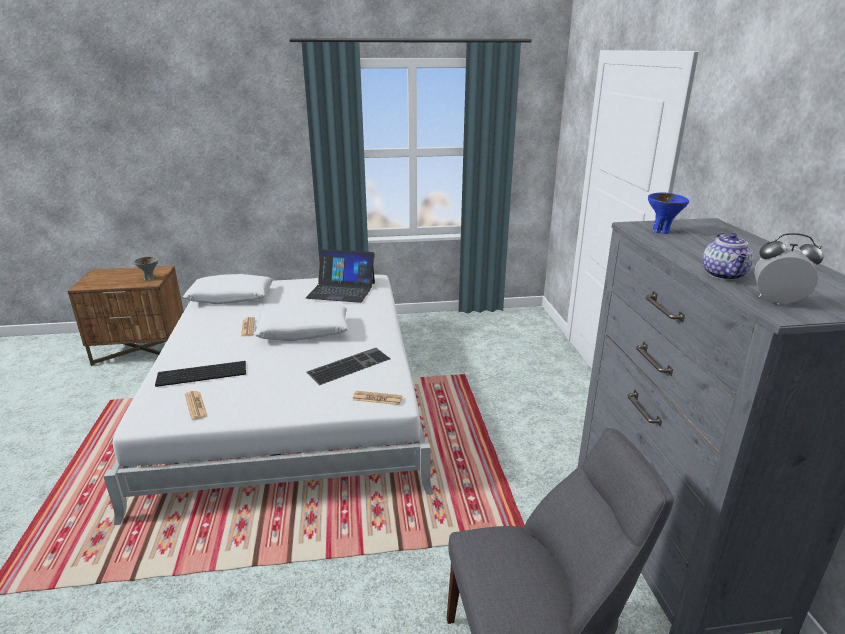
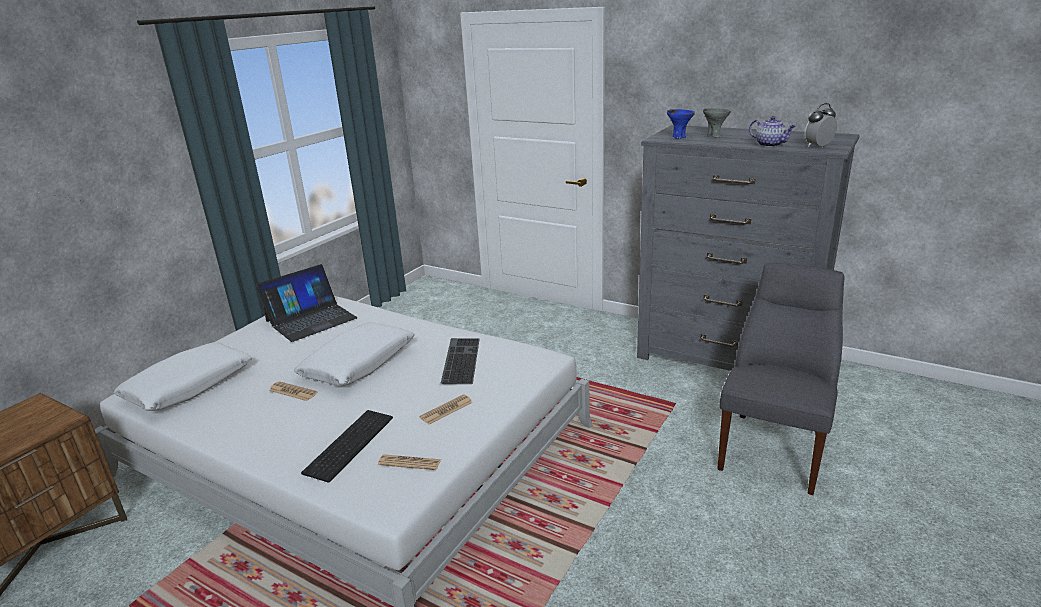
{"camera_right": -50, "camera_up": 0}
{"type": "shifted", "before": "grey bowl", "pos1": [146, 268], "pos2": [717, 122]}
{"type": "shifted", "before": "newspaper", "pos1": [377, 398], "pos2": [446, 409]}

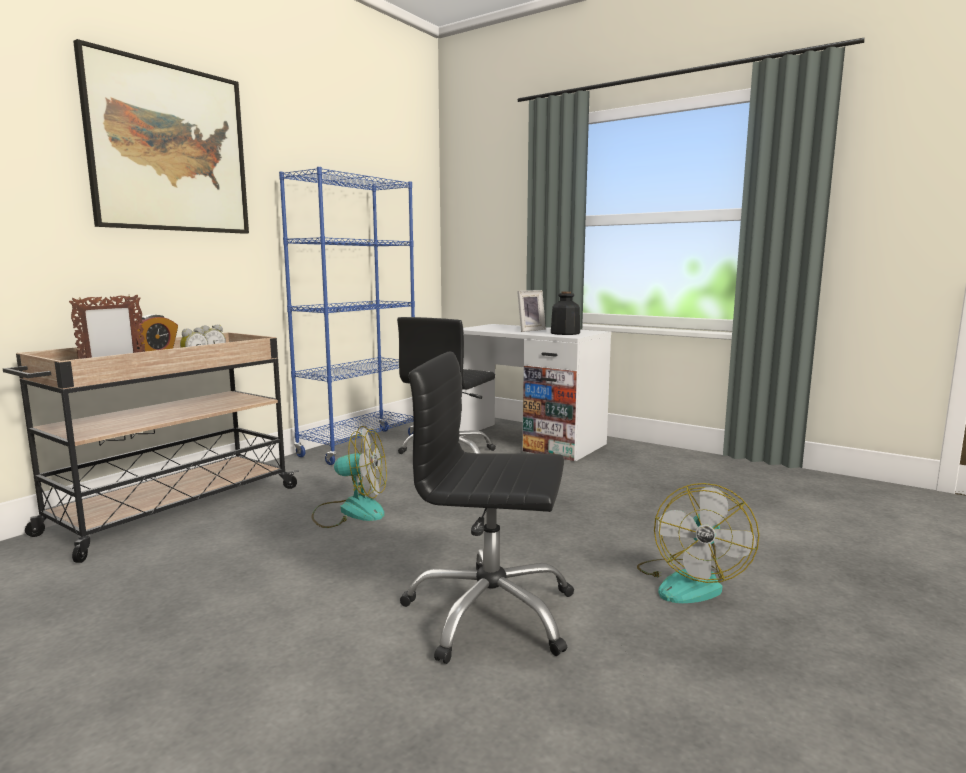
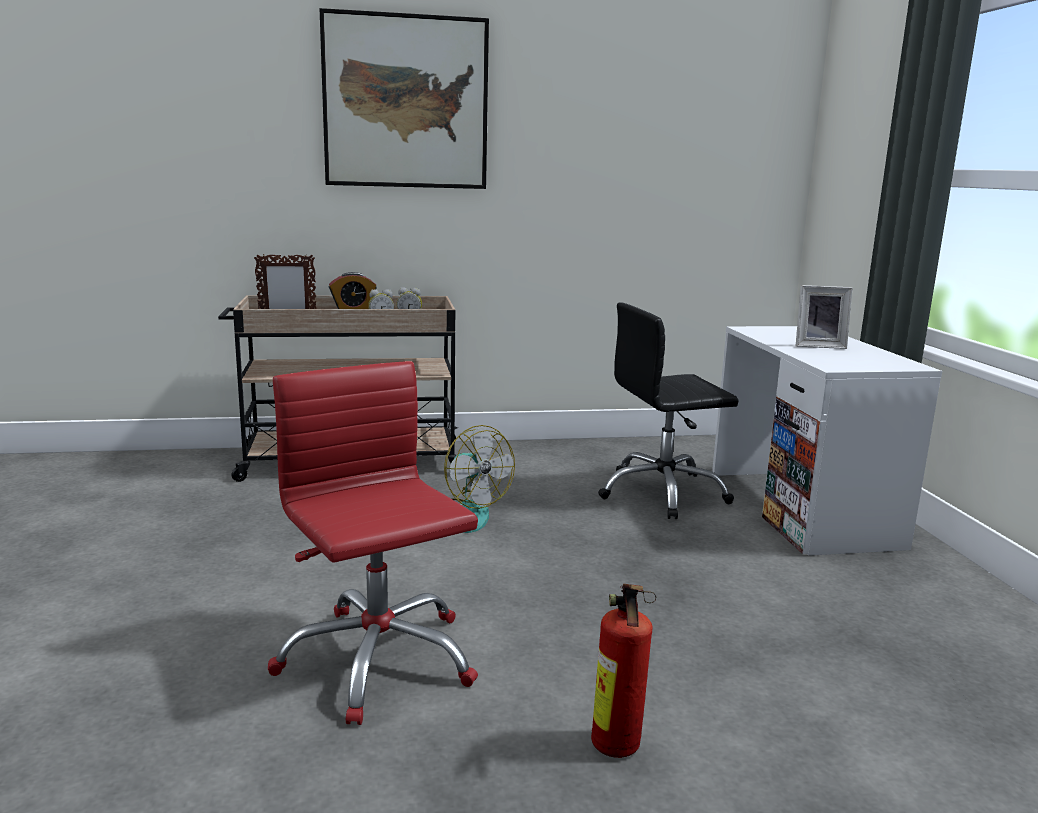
{"camera_right": 45, "camera_up": 5}
{"type": "gone", "before": "blue bookcase", "pos1": [347, 316]}
{"type": "gone", "before": "bottle", "pos1": [565, 313]}
{"type": "repainted", "before": "black office chair", "after": "red office chair", "pos1": [487, 508], "pos2": [373, 543]}
{"type": "swapped", "before": "fan", "after": "fire extinguisher", "pos1": [698, 543], "pos2": [623, 671]}

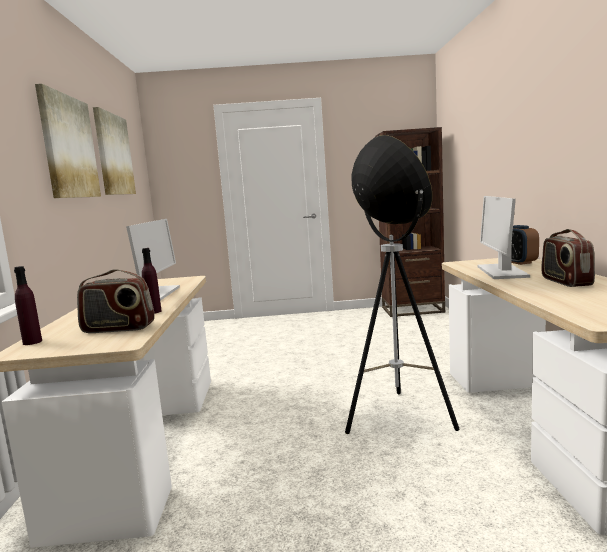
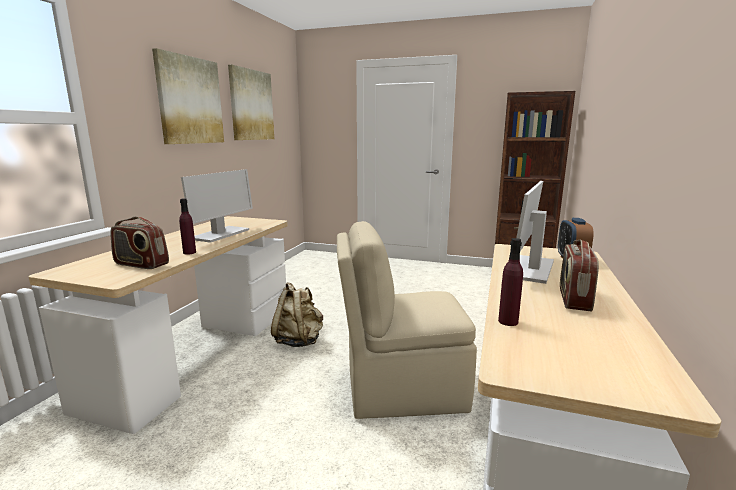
{"camera_right": 20, "camera_up": 5}
{"type": "swapped", "before": "floor lamp", "after": "beige chair", "pos1": [402, 284], "pos2": [407, 320]}
{"type": "shifted", "before": "purple bottle", "pos1": [28, 305], "pos2": [510, 282]}
{"type": "new", "after": "beige backpack", "pos2": [297, 314]}

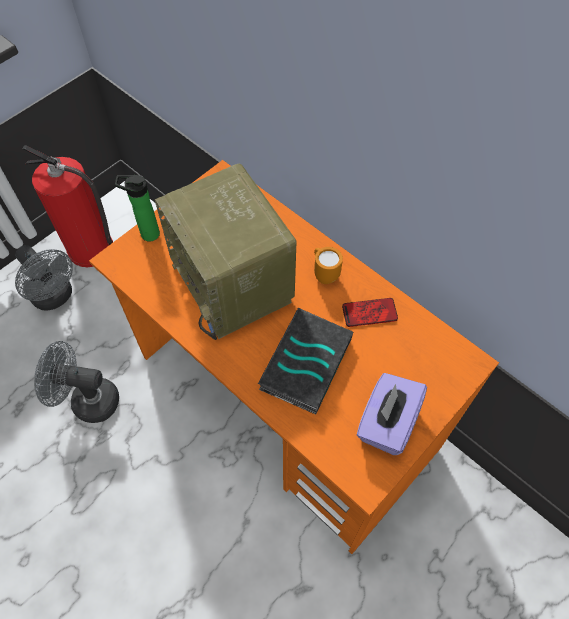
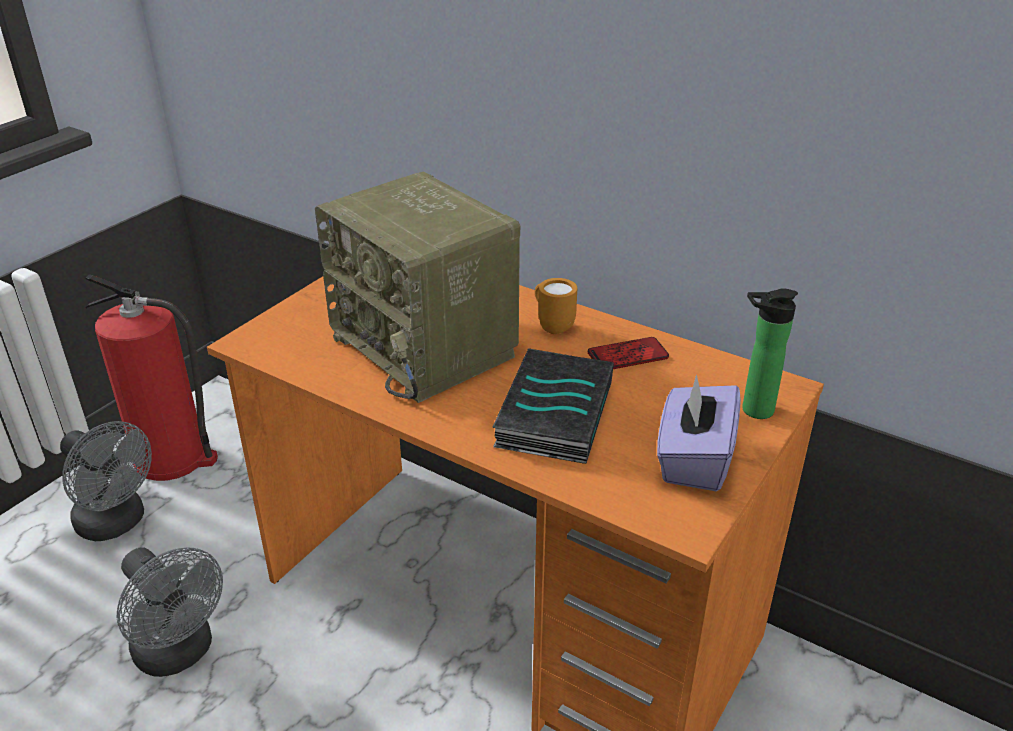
{"camera_right": -10, "camera_up": -25}
{"type": "shifted", "before": "bottle", "pos1": [137, 208], "pos2": [770, 353]}
{"type": "rotated", "before": "grey fan", "pos1": [76, 382], "pos2": [170, 612], "turn": -135}

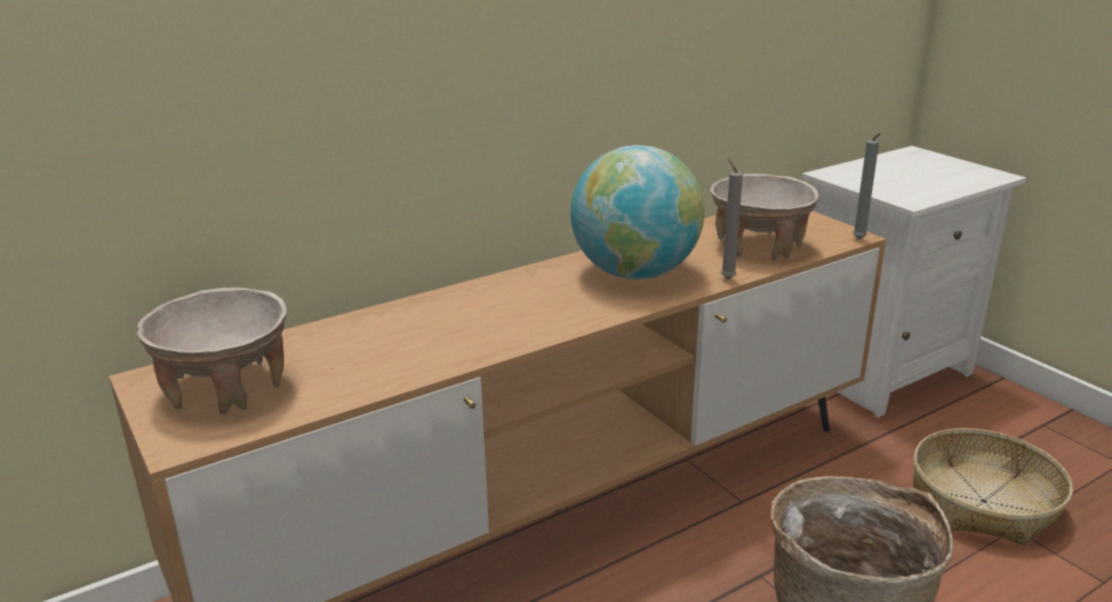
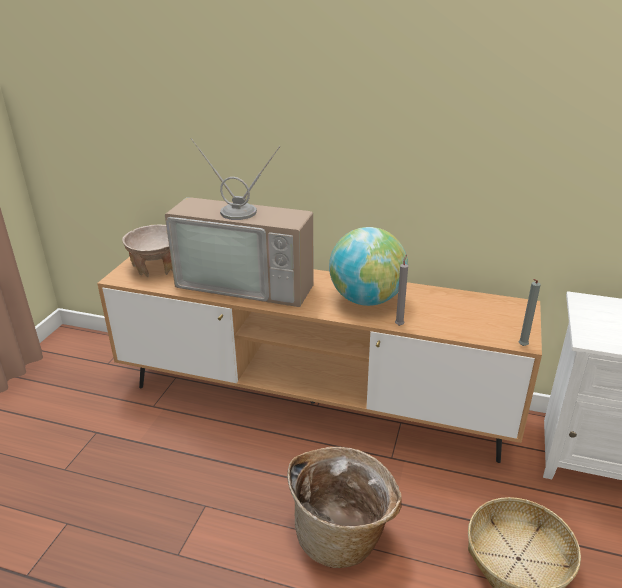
{"camera_right": 50, "camera_up": 5}
{"type": "gone", "before": "beige bowl", "pos1": [764, 217]}
{"type": "new", "after": "television", "pos2": [239, 222]}

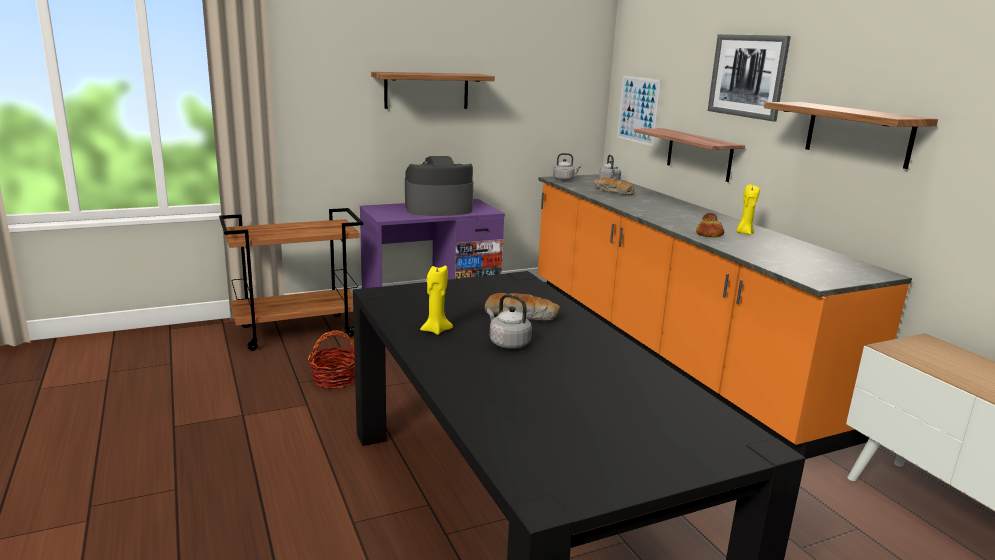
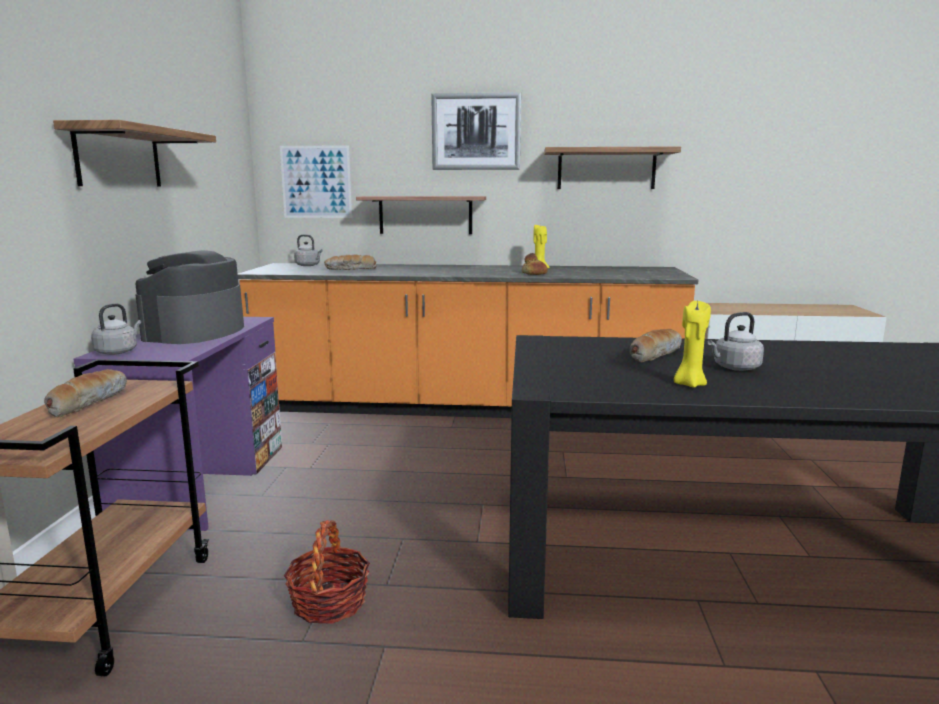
{"camera_right": -60, "camera_up": -5}
{"type": "shifted", "before": "grey kettle", "pos1": [567, 167], "pos2": [116, 329]}
{"type": "new", "after": "bread", "pos2": [85, 393]}

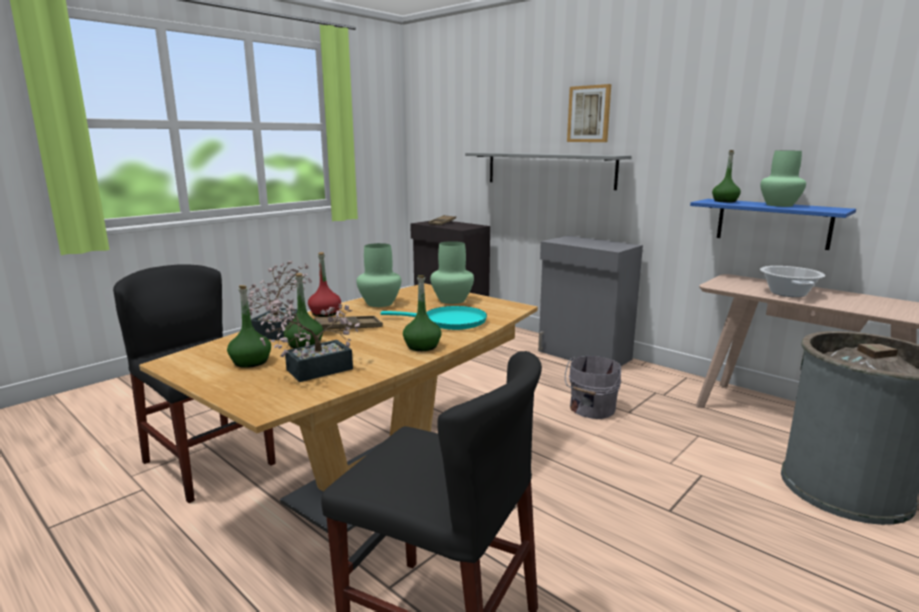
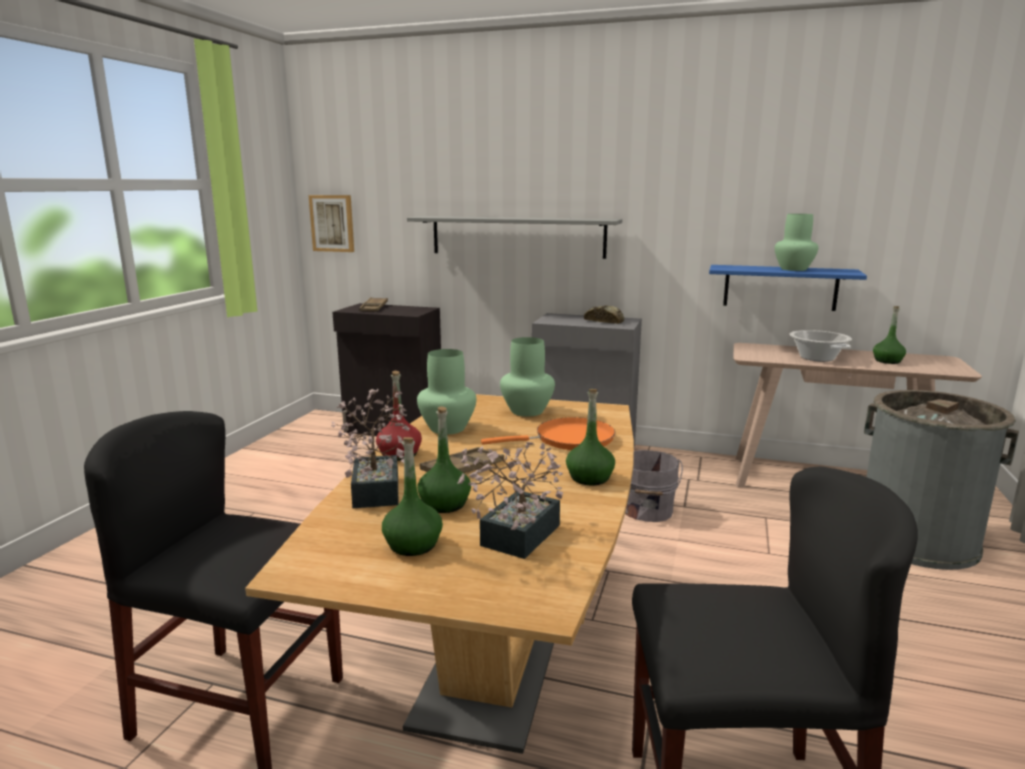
{"camera_right": -25, "camera_up": 0}
{"type": "shifted", "before": "picture", "pos1": [589, 113], "pos2": [331, 223]}
{"type": "shifted", "before": "green bottle", "pos1": [726, 176], "pos2": [889, 335]}
{"type": "repainted", "before": "turquoise frying pan", "after": "orange frying pan", "pos1": [433, 318], "pos2": [548, 433]}
{"type": "new", "after": "bread", "pos2": [604, 315]}

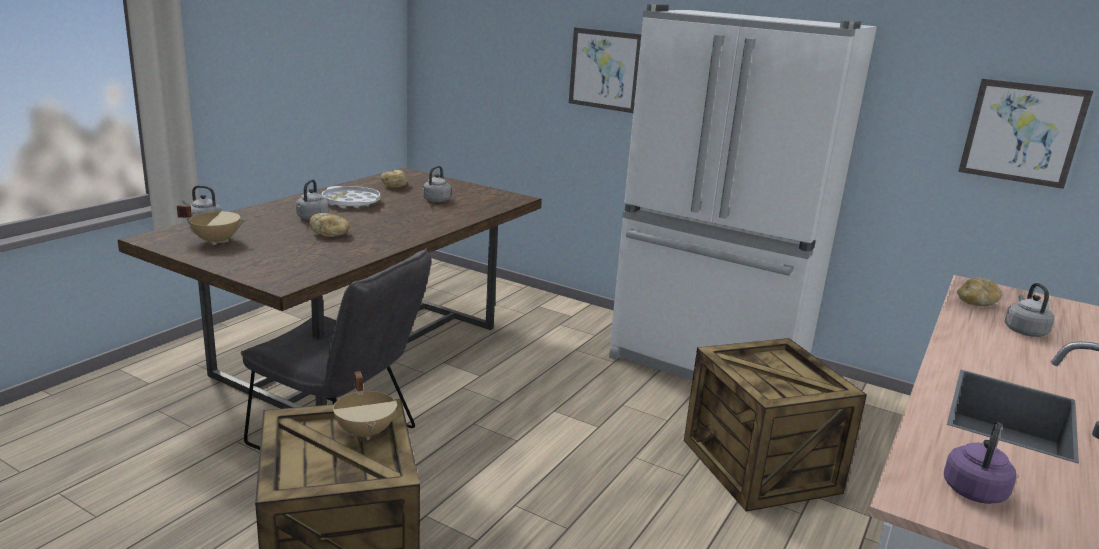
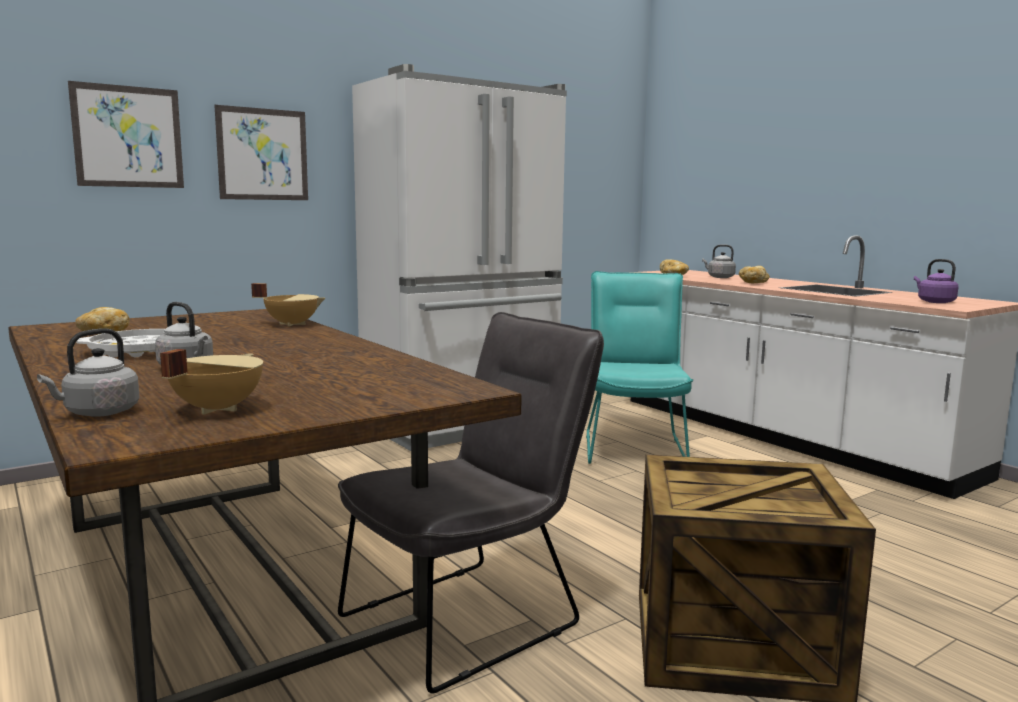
{"camera_right": -65, "camera_up": -10}
{"type": "shifted", "before": "picture", "pos1": [1025, 134], "pos2": [126, 134]}
{"type": "gone", "before": "grey kettle", "pos1": [436, 184]}
{"type": "shifted", "before": "bread", "pos1": [329, 225], "pos2": [754, 274]}
{"type": "swapped", "before": "crate", "after": "turquoise chair", "pos1": [775, 425], "pos2": [639, 367]}
{"type": "shifted", "before": "beige cooking pot", "pos1": [365, 405], "pos2": [288, 305]}

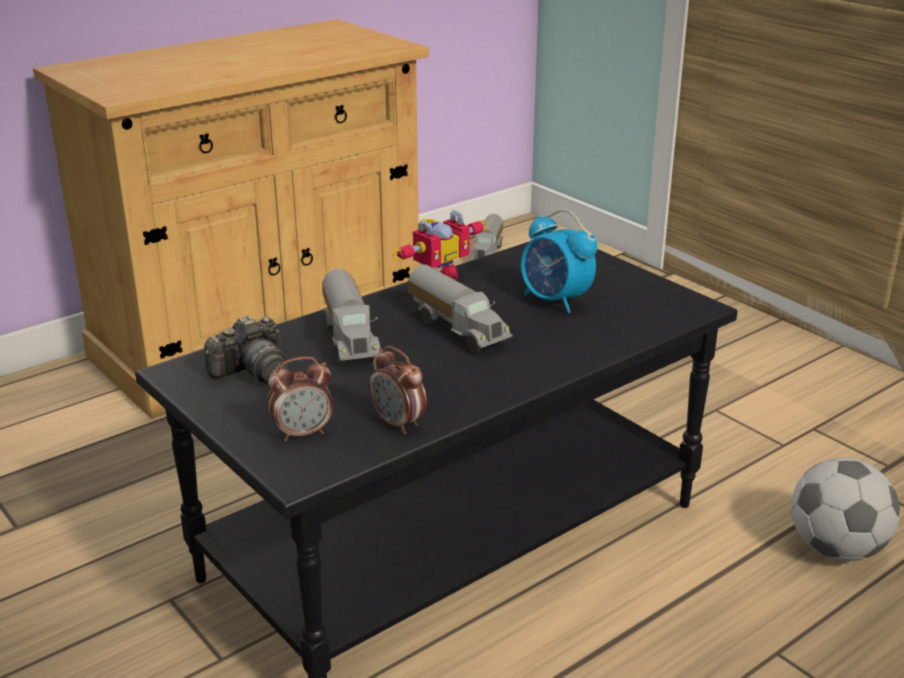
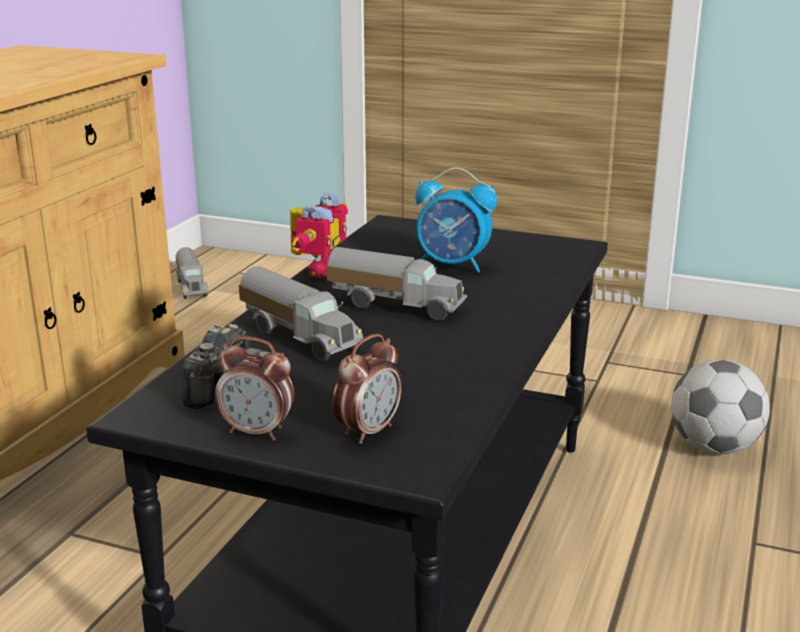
{"camera_right": -30, "camera_up": -5}
{"type": "shifted", "before": "alarm clock", "pos1": [398, 390], "pos2": [254, 388]}

